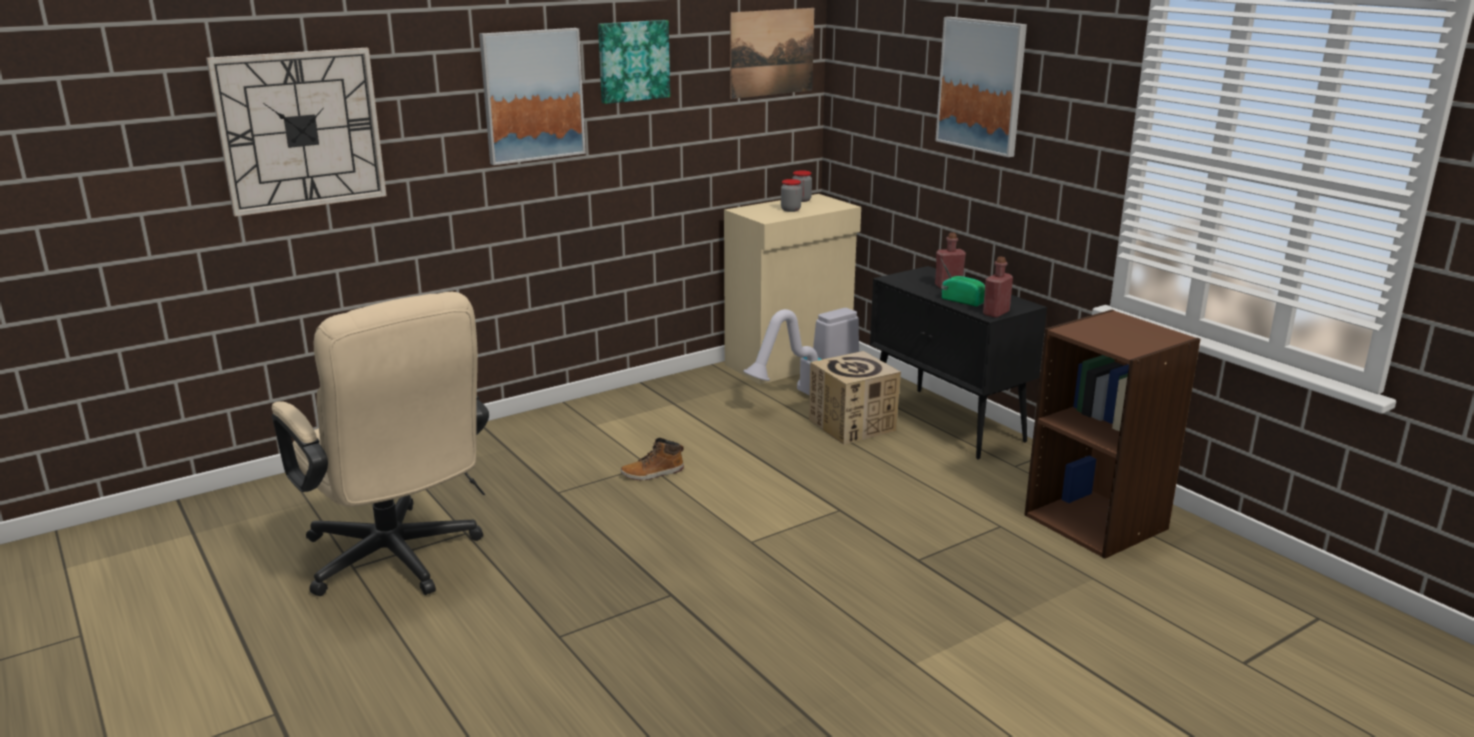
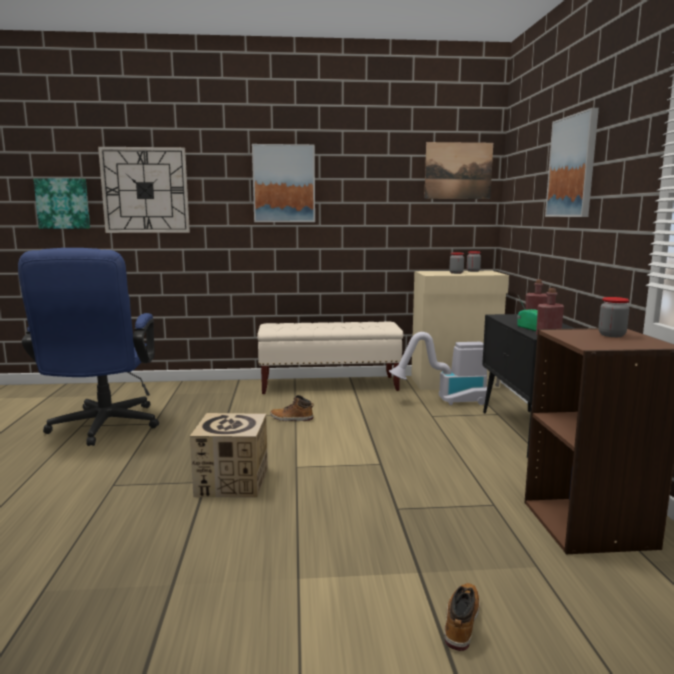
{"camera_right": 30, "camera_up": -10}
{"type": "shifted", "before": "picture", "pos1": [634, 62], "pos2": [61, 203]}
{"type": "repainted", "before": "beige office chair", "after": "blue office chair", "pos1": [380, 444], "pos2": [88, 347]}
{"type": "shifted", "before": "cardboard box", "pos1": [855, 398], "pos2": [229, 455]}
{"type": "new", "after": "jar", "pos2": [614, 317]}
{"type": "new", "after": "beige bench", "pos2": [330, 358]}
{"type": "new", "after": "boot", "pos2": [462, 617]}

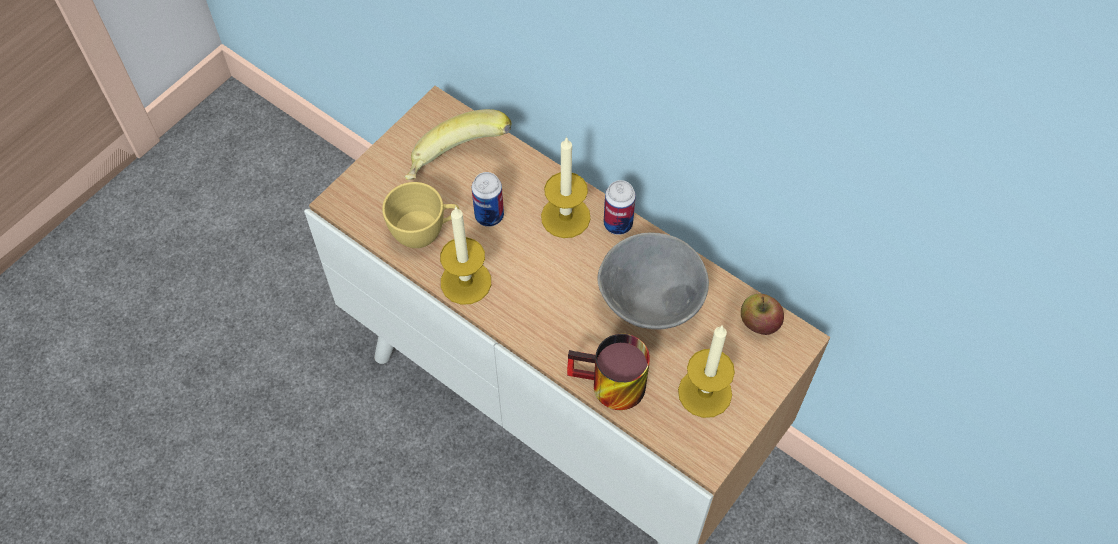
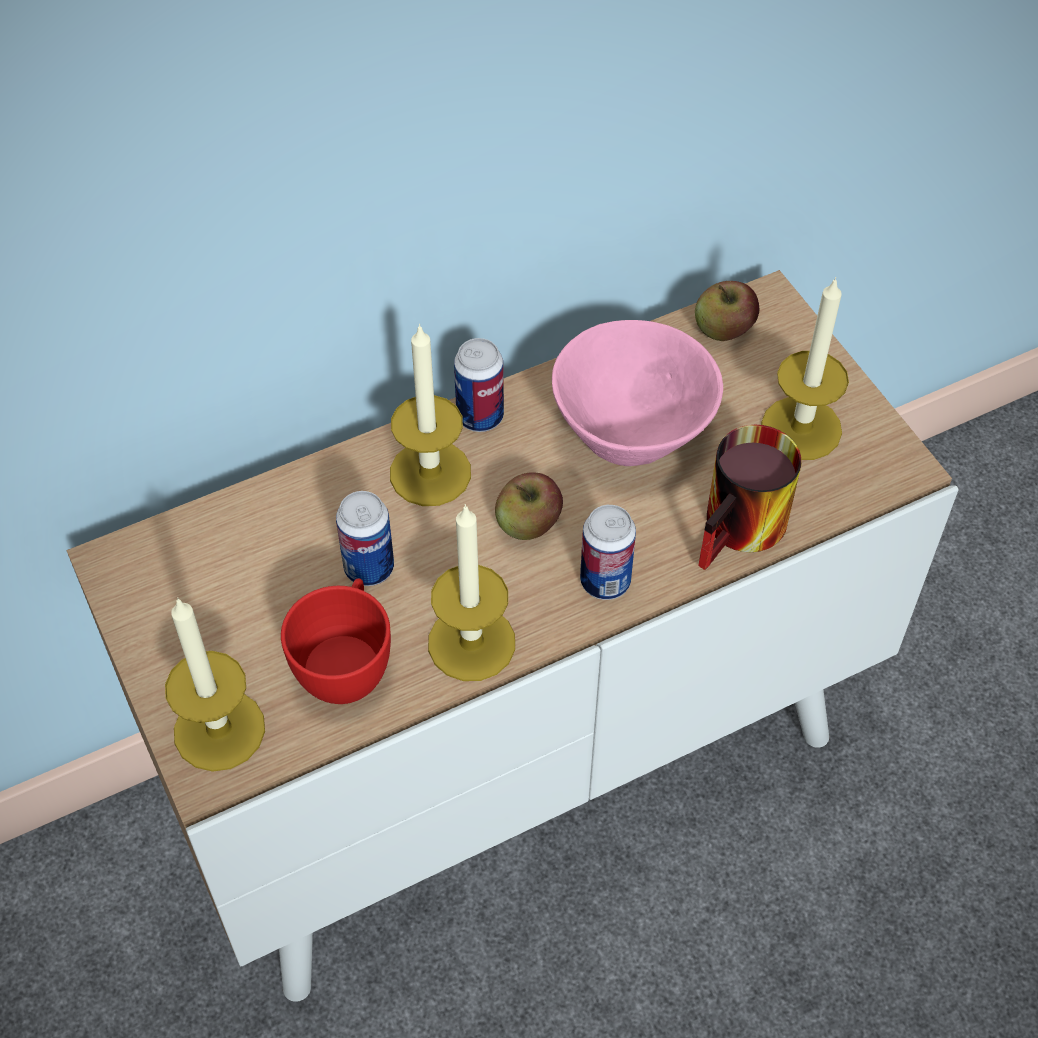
{"camera_right": -65, "camera_up": -5}
{"type": "gone", "before": "banana", "pos1": [458, 144]}
{"type": "repainted", "before": "yellow cup", "after": "red cup", "pos1": [420, 215], "pos2": [336, 641]}
{"type": "repainted", "before": "grey bowl", "after": "pink bowl", "pos1": [653, 280], "pos2": [637, 393]}
{"type": "new", "after": "apple", "pos2": [529, 506]}
{"type": "new", "after": "can", "pos2": [608, 552]}
{"type": "new", "after": "candle", "pos2": [215, 684]}

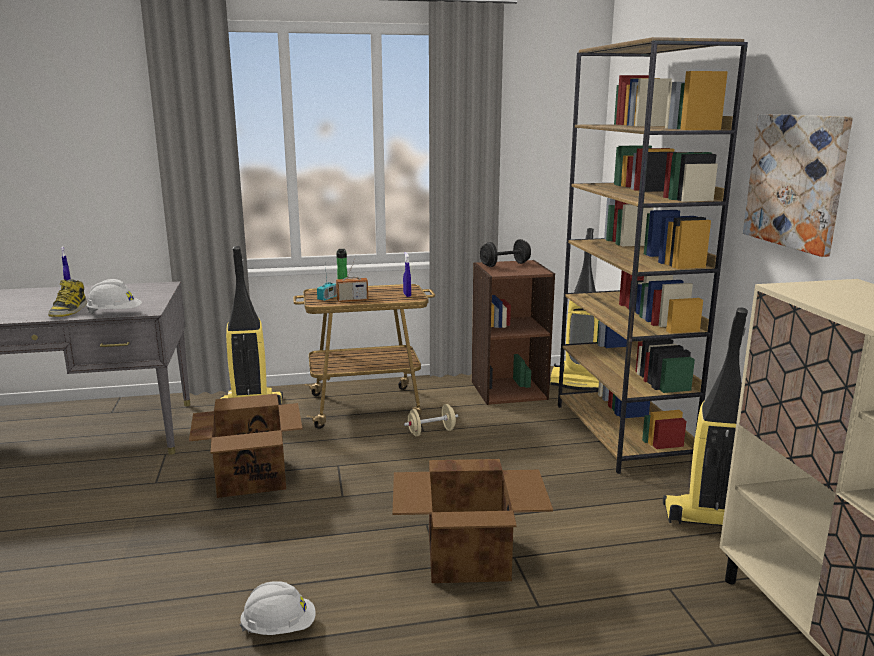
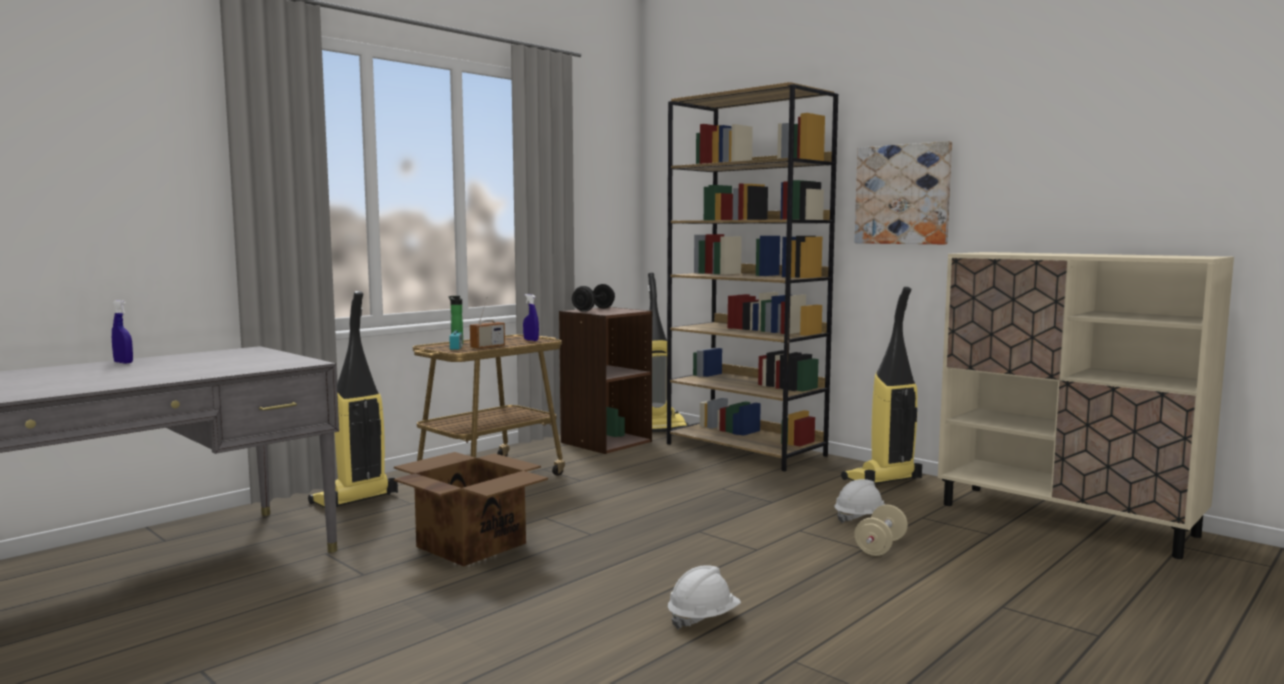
{"camera_right": -35, "camera_up": -10}
{"type": "gone", "before": "boot", "pos1": [67, 298]}
{"type": "shifted", "before": "white hard hat", "pos1": [114, 296], "pos2": [860, 501]}
{"type": "shifted", "before": "beige dumbbell", "pos1": [431, 420], "pos2": [881, 530]}
{"type": "gone", "before": "cardboard box", "pos1": [472, 521]}

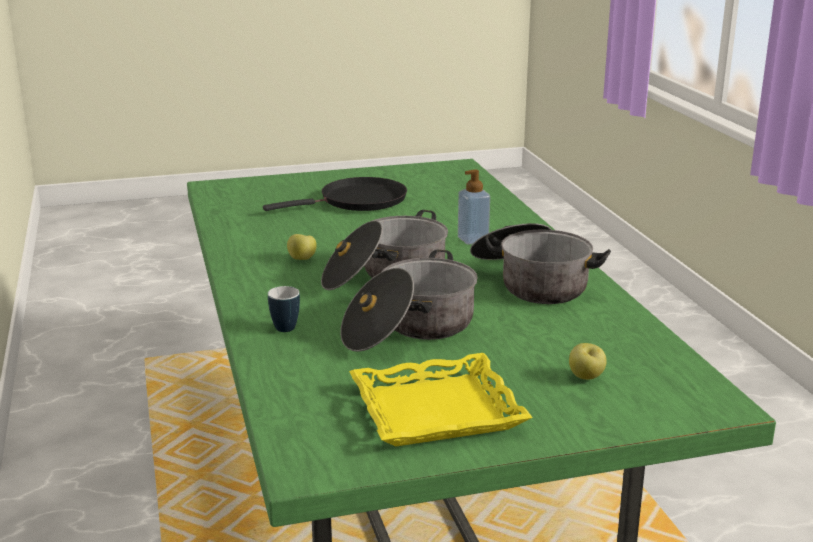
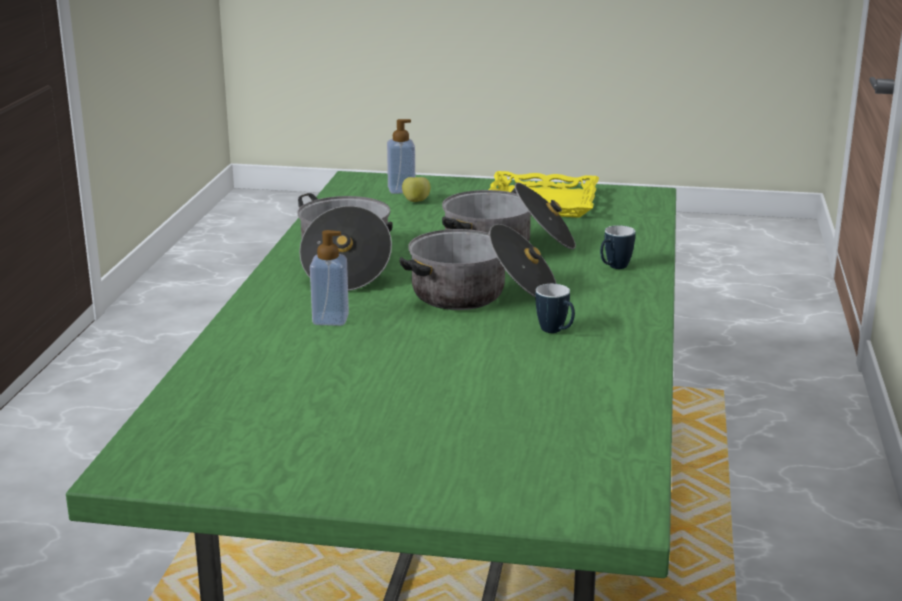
{"camera_right": -155, "camera_up": 0}
{"type": "gone", "before": "black frying pan", "pos1": [335, 194]}
{"type": "swapped", "before": "apple", "after": "mug", "pos1": [302, 247], "pos2": [555, 308]}
{"type": "new", "after": "soap dispenser", "pos2": [401, 156]}

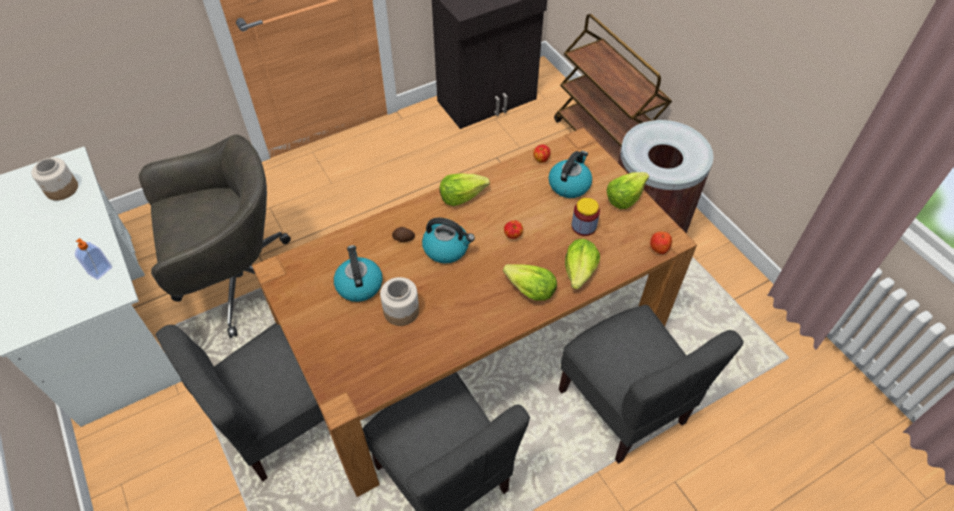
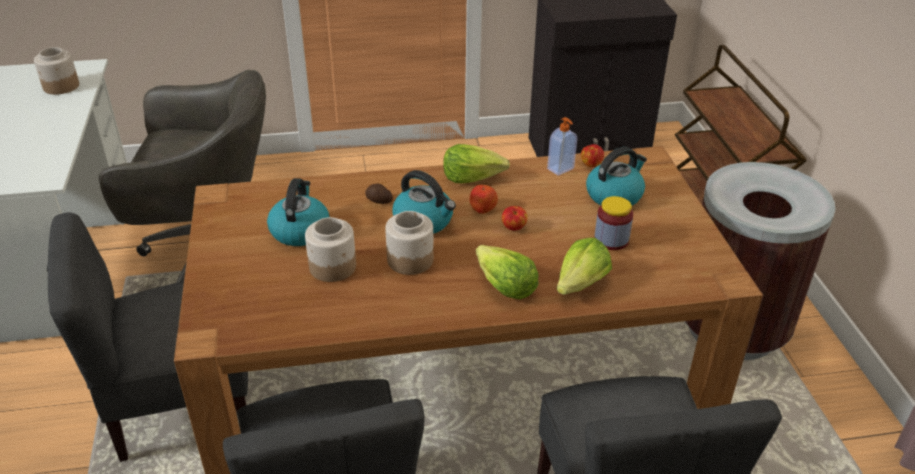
{"camera_right": 20, "camera_up": -15}
{"type": "gone", "before": "lettuce", "pos1": [628, 190]}
{"type": "shifted", "before": "apple", "pos1": [661, 243], "pos2": [484, 199]}
{"type": "shifted", "before": "soap dispenser", "pos1": [93, 259], "pos2": [562, 146]}
{"type": "new", "after": "jar", "pos2": [409, 243]}

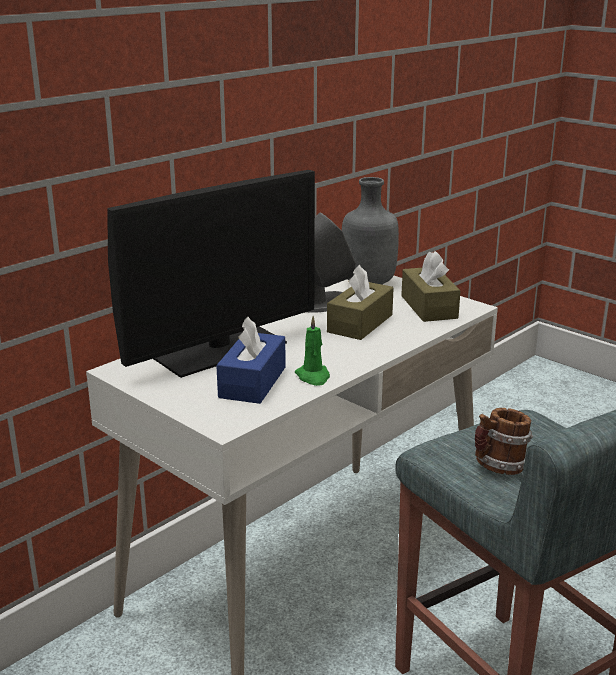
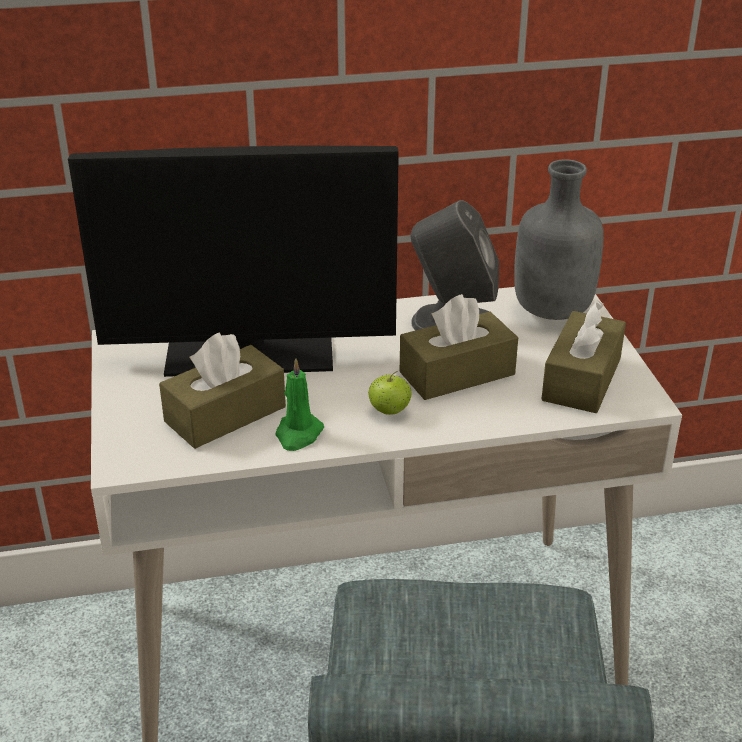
{"camera_right": 35, "camera_up": 10}
{"type": "repainted", "before": "blue tissue box", "after": "brown tissue box", "pos1": [251, 360], "pos2": [222, 391]}
{"type": "gone", "before": "mug", "pos1": [504, 441]}
{"type": "new", "after": "apple", "pos2": [390, 393]}

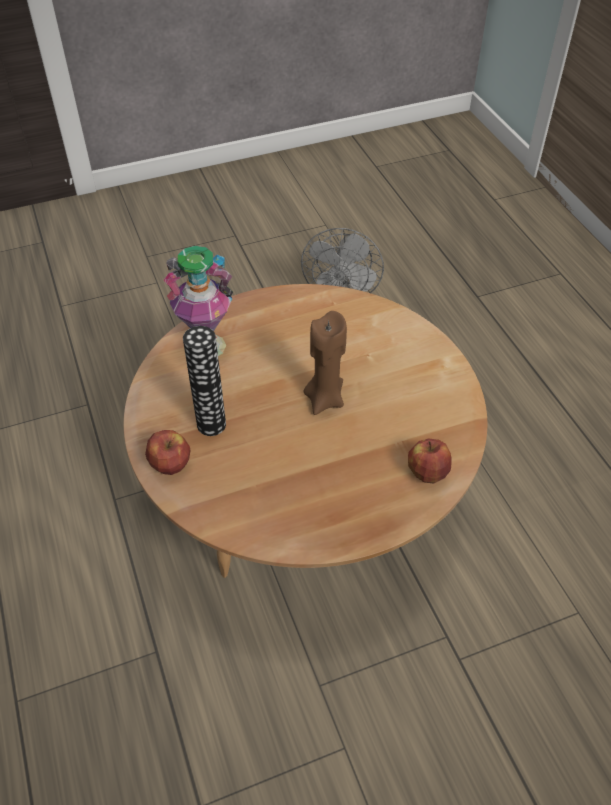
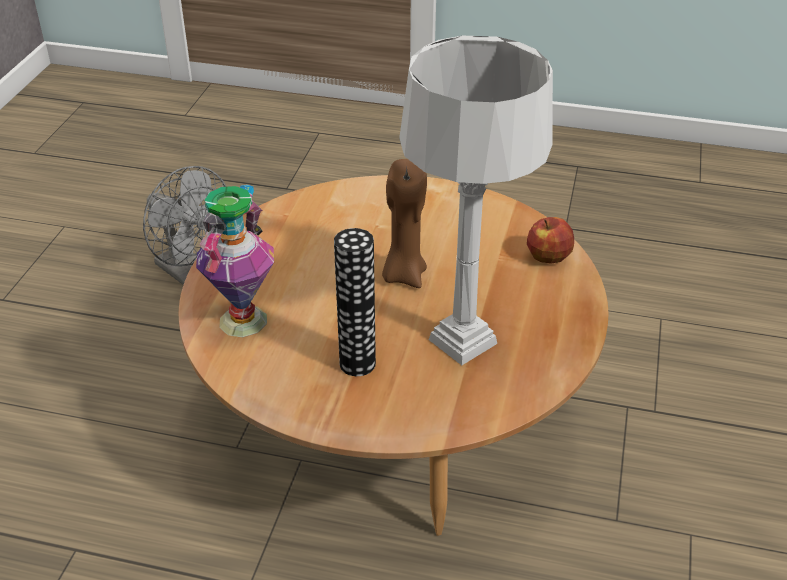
{"camera_right": -55, "camera_up": -10}
{"type": "gone", "before": "apple", "pos1": [168, 452]}
{"type": "new", "after": "grey table lamp", "pos2": [476, 200]}

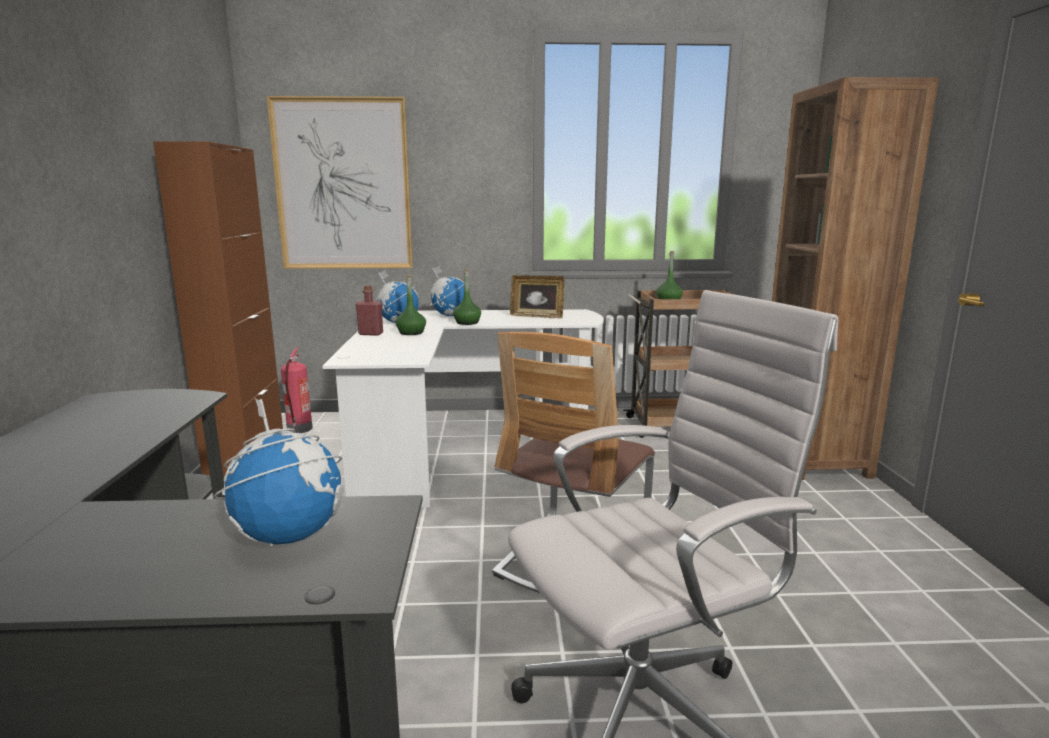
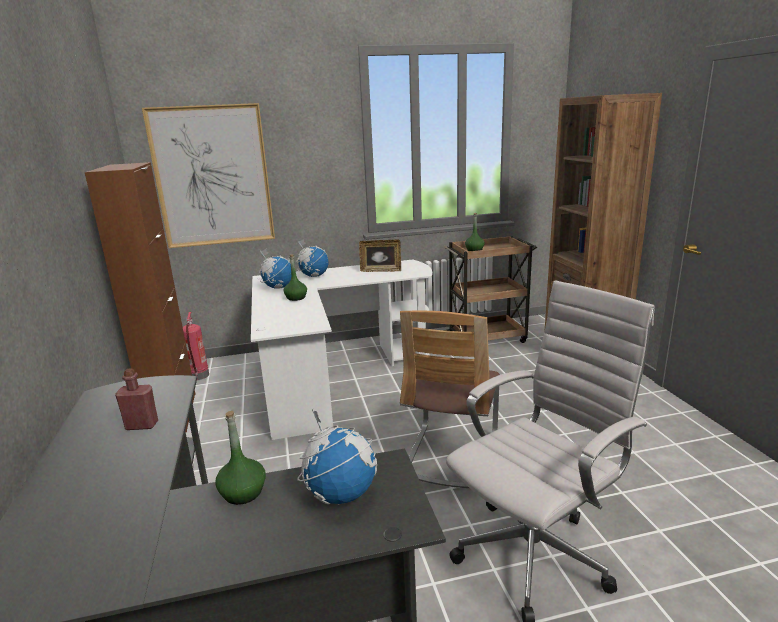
{"camera_right": -10, "camera_up": 5}
{"type": "shifted", "before": "green bottle", "pos1": [467, 297], "pos2": [240, 458]}
{"type": "shifted", "before": "red bottle", "pos1": [369, 310], "pos2": [136, 399]}

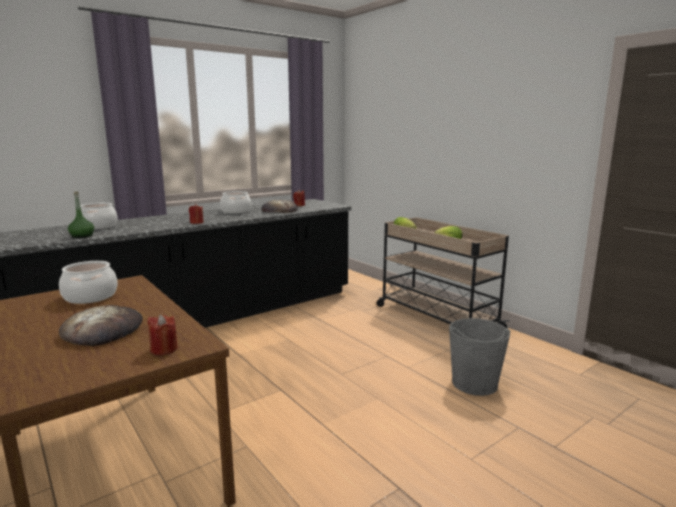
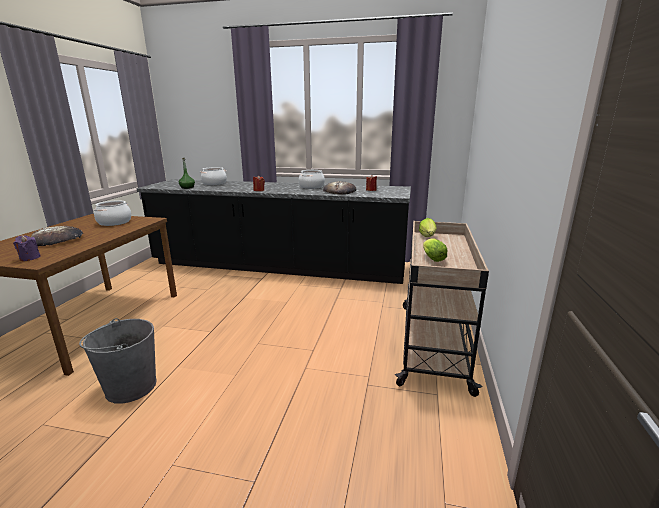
{"camera_right": 50, "camera_up": 5}
{"type": "repainted", "before": "red candle", "after": "purple candle", "pos1": [163, 335], "pos2": [27, 248]}
{"type": "shifted", "before": "grey bucket", "pos1": [479, 357], "pos2": [118, 361]}

